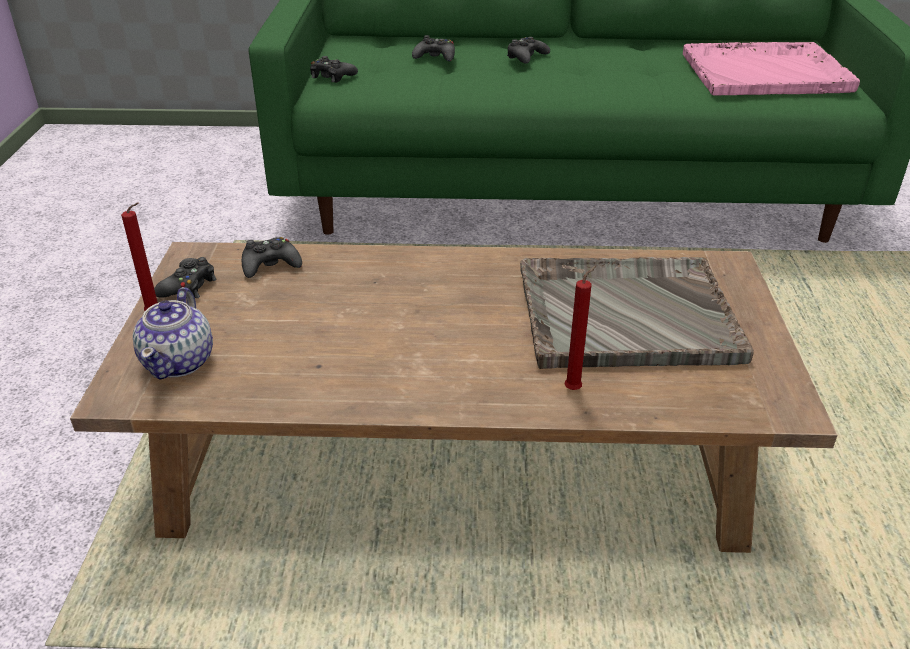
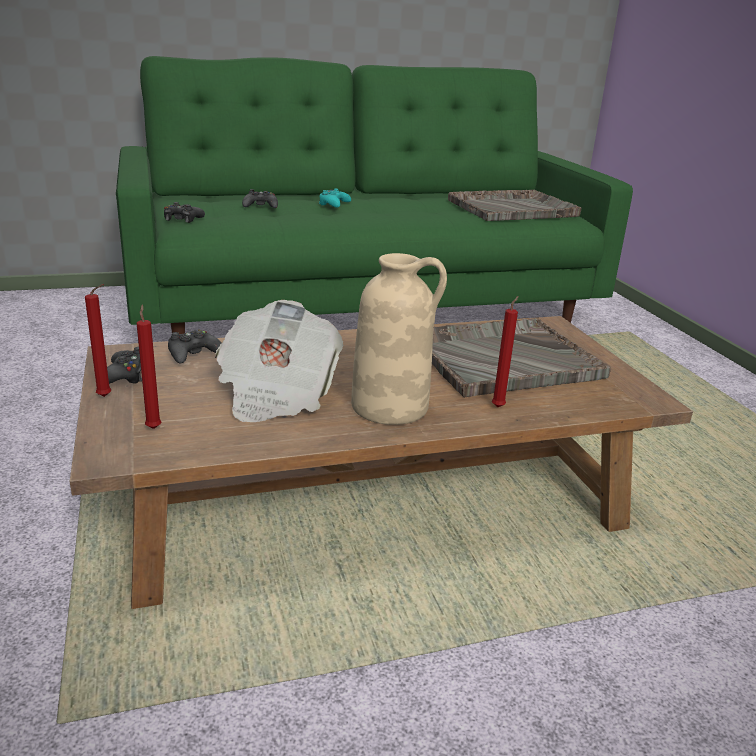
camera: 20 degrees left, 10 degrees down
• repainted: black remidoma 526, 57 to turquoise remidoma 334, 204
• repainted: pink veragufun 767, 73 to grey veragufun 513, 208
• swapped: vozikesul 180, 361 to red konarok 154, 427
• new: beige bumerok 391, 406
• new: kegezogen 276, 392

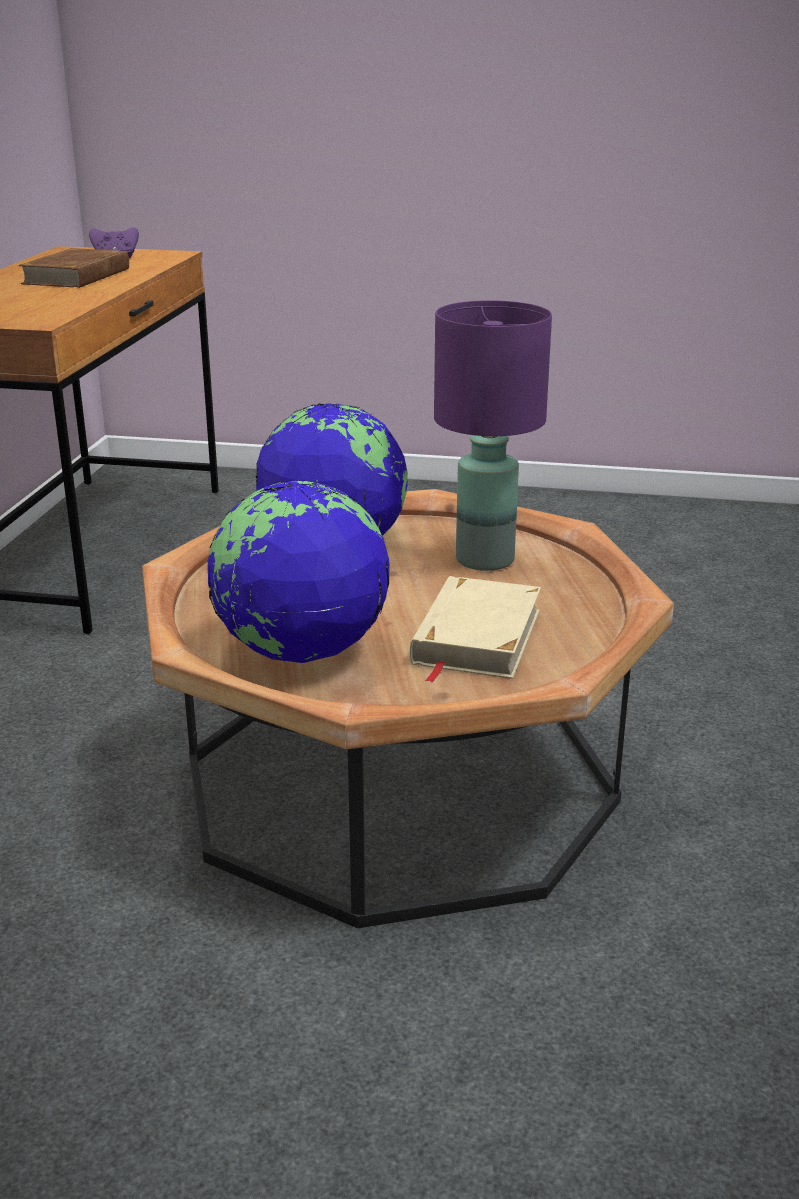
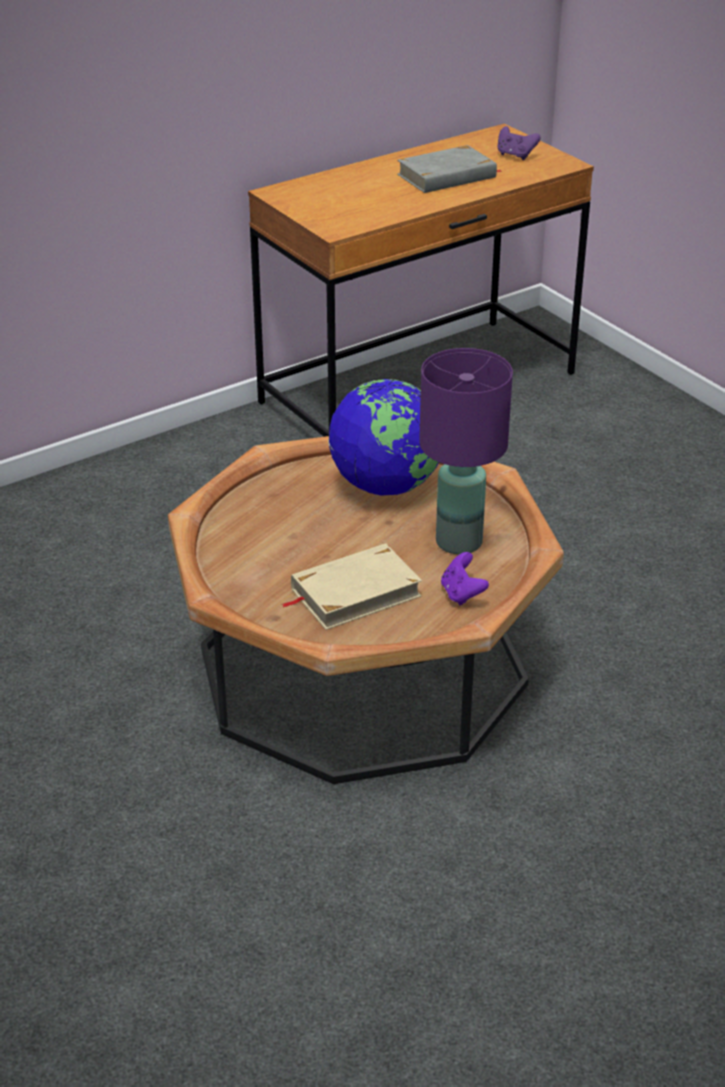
camera: 45 degrees right, 10 degrees up
• repainted: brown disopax 78, 276 to grey disopax 447, 176
• gone: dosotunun 301, 652
• new: purple remidoma 462, 594

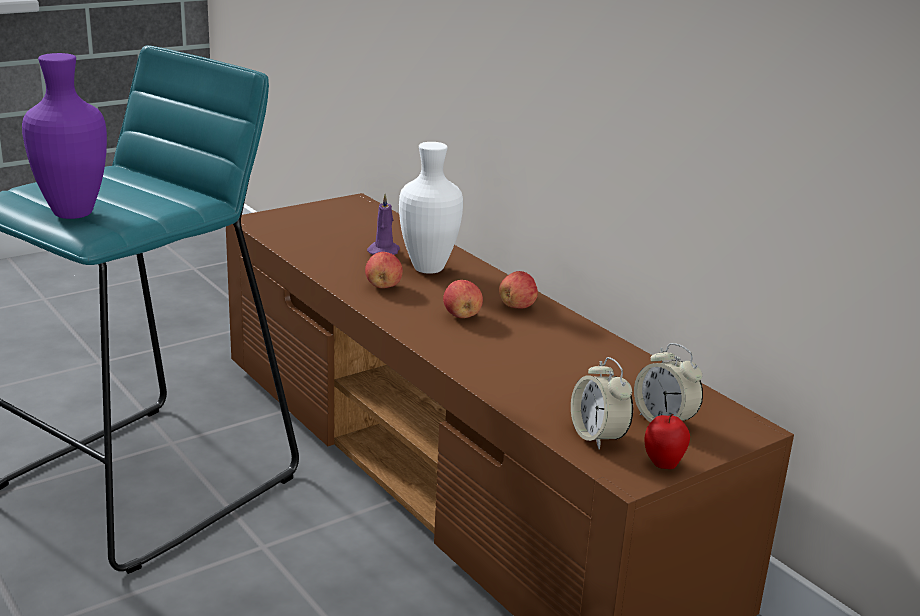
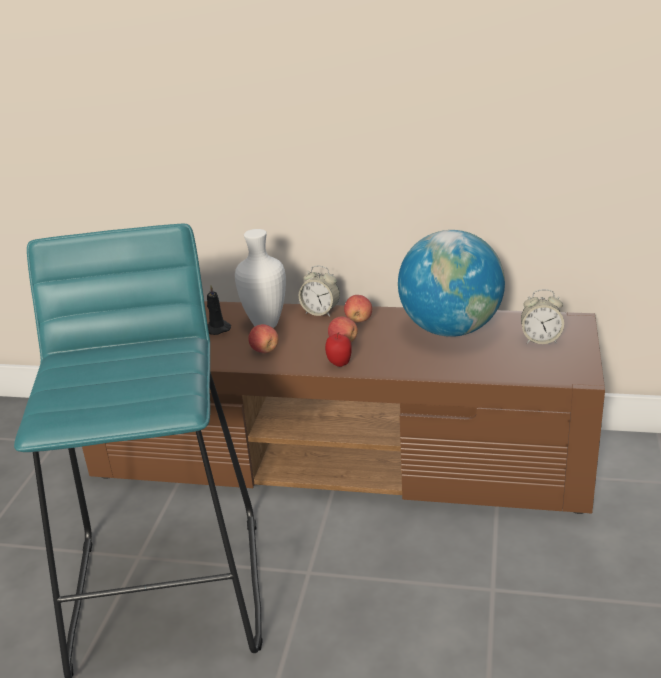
camera: 40 degrees left, 5 degrees up
• gone: purple bumerok 74, 212
• repainted: purple konarok 384, 251 to black konarok 217, 328
• shifted: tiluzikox 598, 436 to 320, 312
• shifted: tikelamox 663, 463 to 339, 363
• new: dosotunun 450, 329

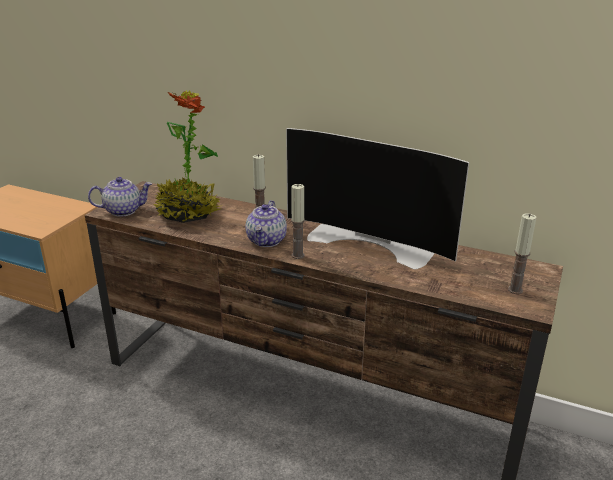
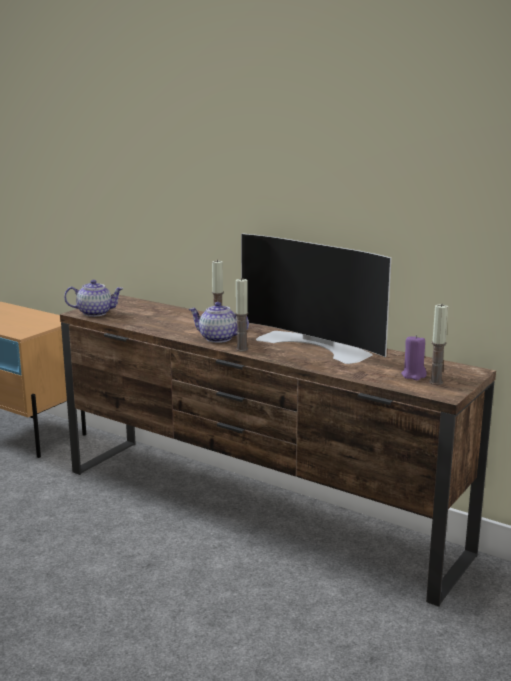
camera: 10 degrees right, 10 degrees down
• gone: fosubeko 188, 214
• rotated: vozikesul 267, 241 = 218, 338 90 degrees clockwise
• new: purple konarok 413, 375

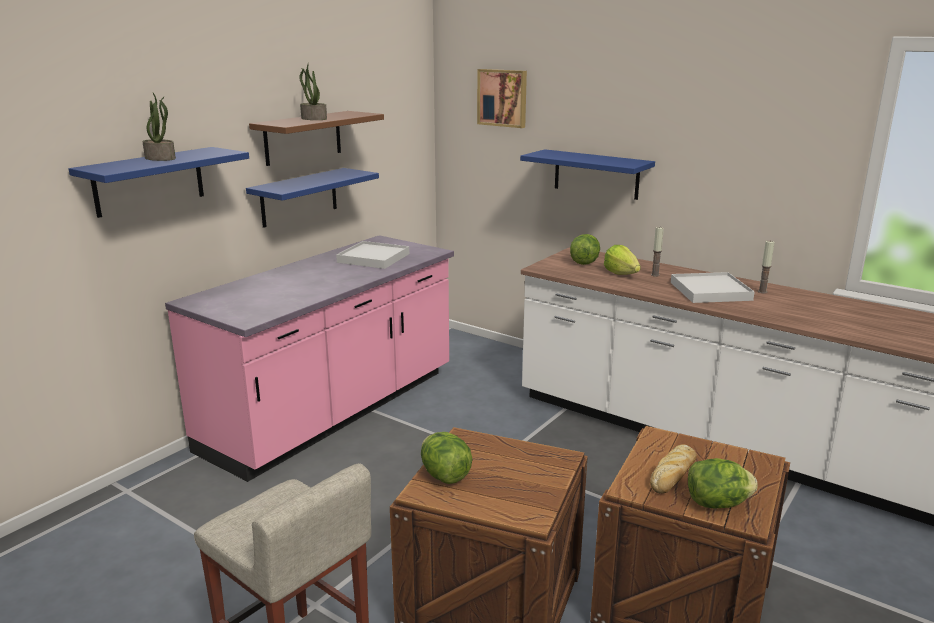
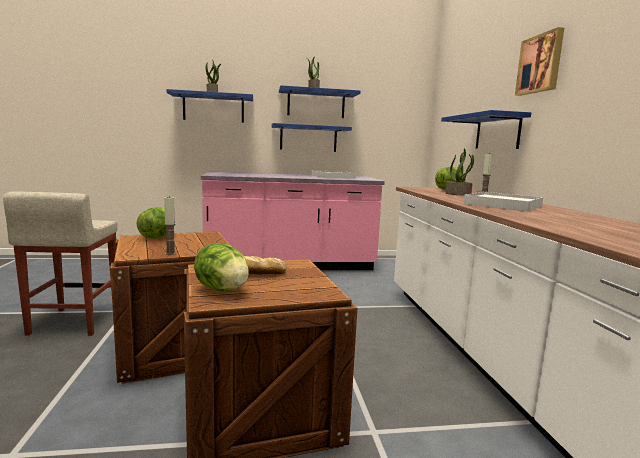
camera: 45 degrees right, 10 degrees down
• shifted: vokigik 503, 98 to 540, 64
• repainted: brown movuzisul 303, 137 to blue movuzisul 316, 104
• shifted: konarok 762, 292 to 170, 253
• swapped: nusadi 621, 273 to fosubeko 458, 194

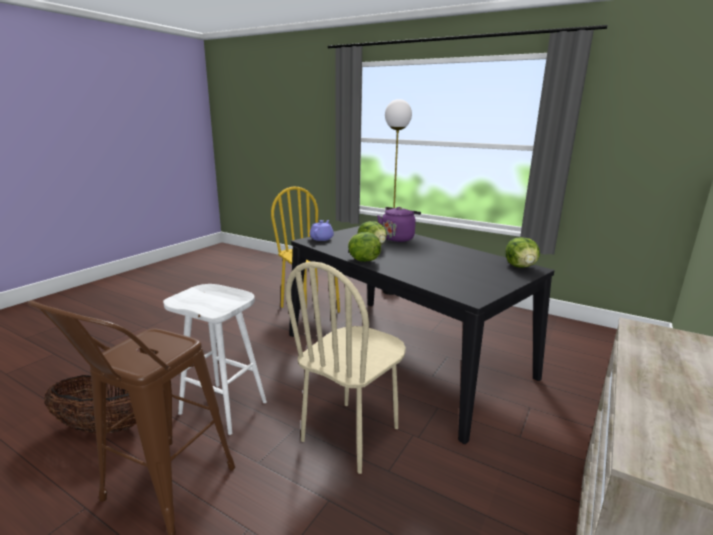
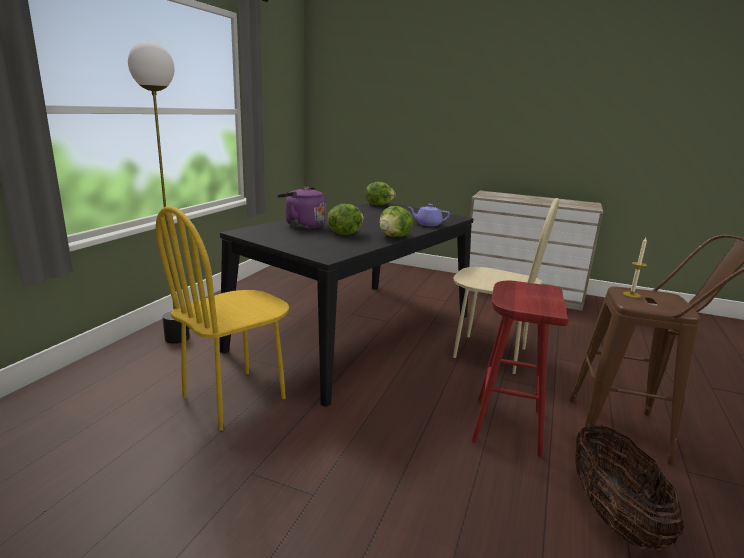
camera: 100 degrees left, 0 degrees up
• shifted: purple vozikesul 322, 238 to 427, 224
• repainted: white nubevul 224, 407 to red nubevul 506, 425
• new: konarok 631, 294

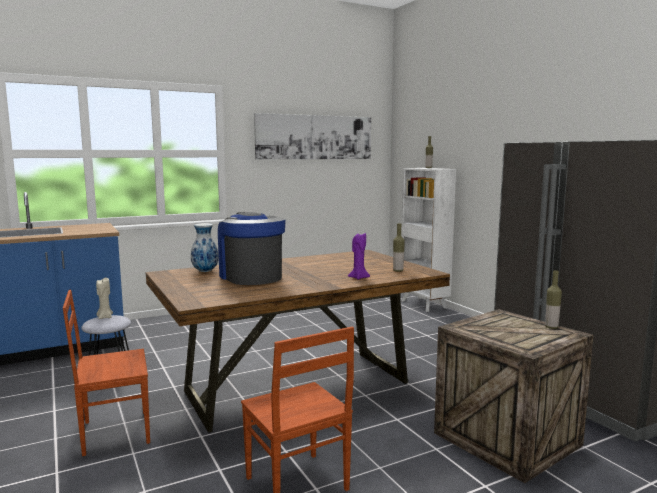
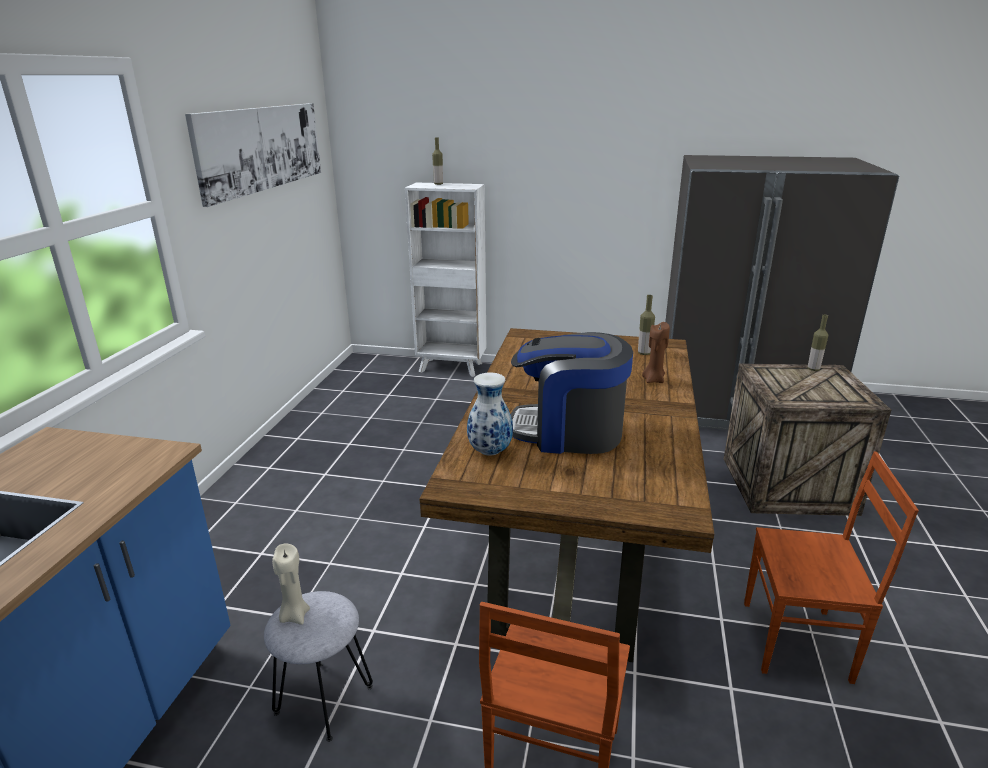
camera: 50 degrees left, 15 degrees up
• repainted: purple konarok 358, 278 to brown konarok 653, 380

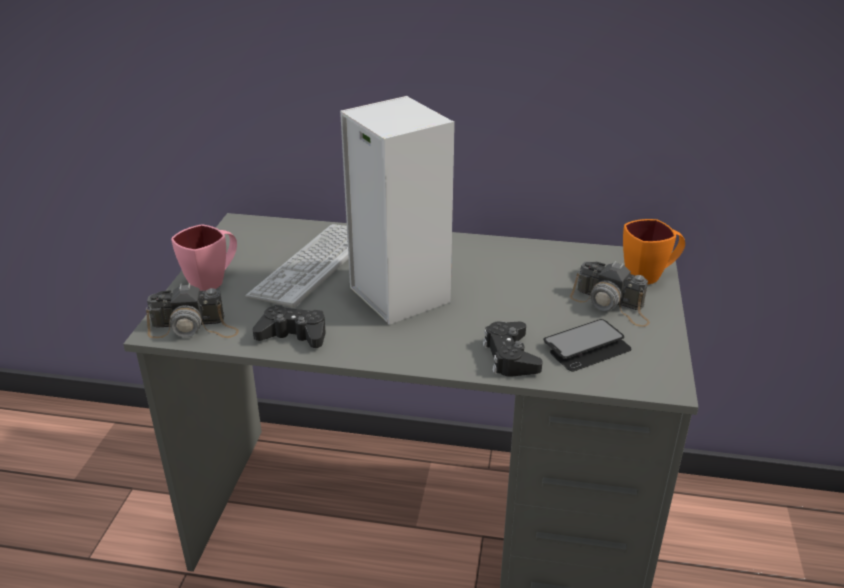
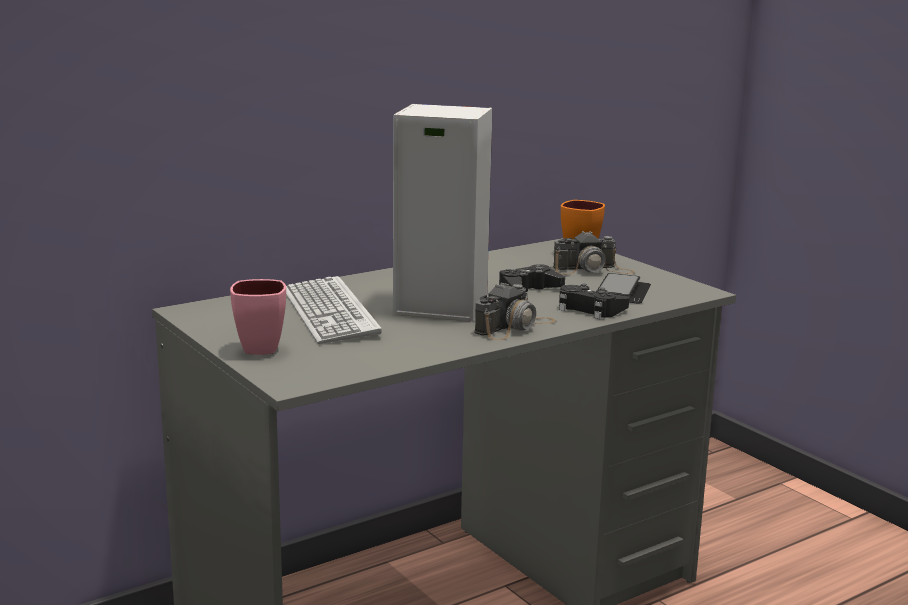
camera: 45 degrees left, 15 degrees down
• shifted: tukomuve 194, 328 to 515, 326
• shifted: black remidoma 293, 335 to 528, 289

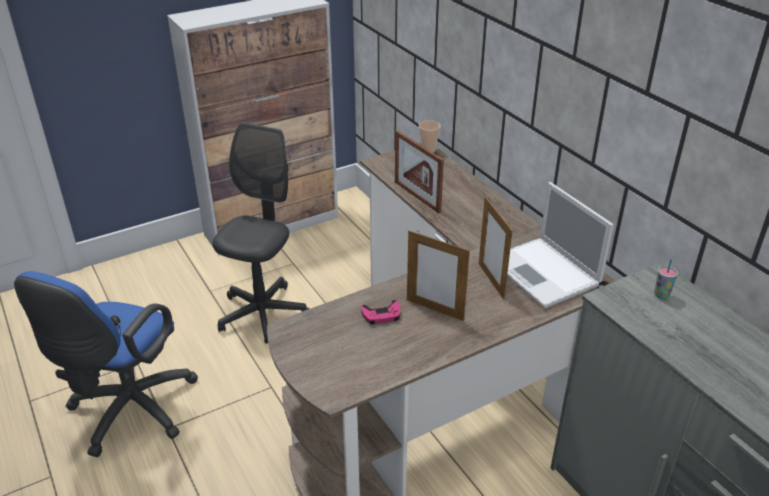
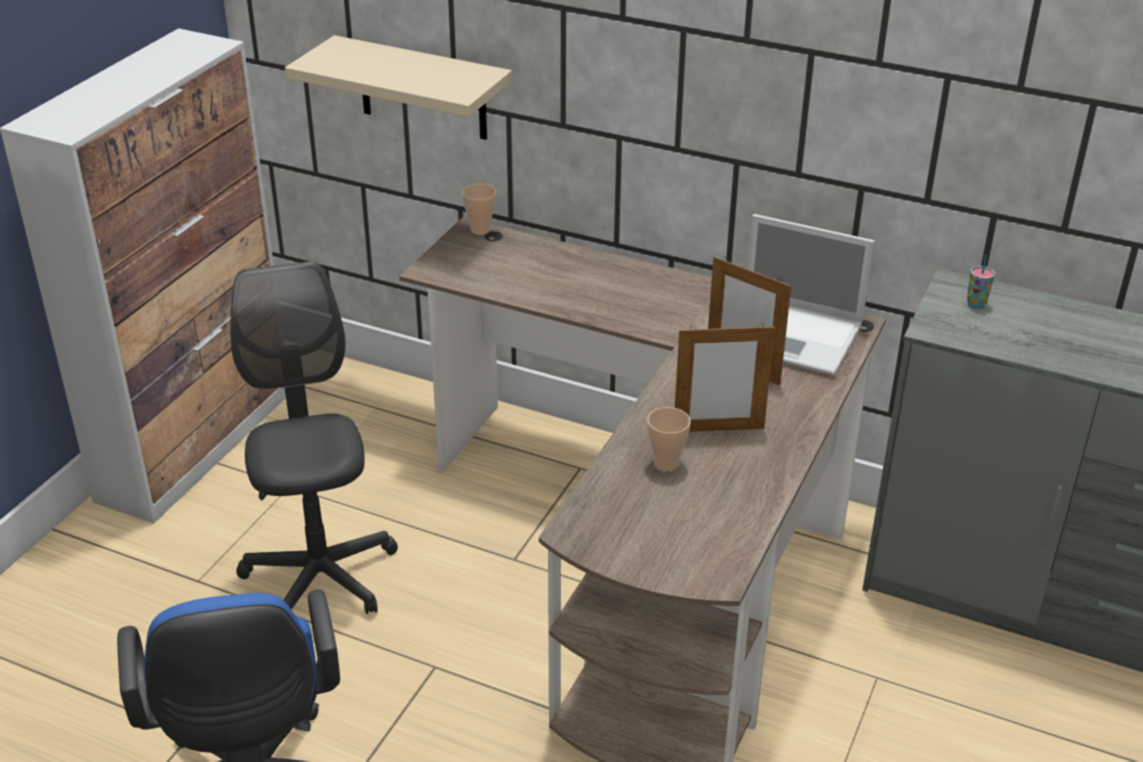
camera: 35 degrees left, 0 degrees up
• gone: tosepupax 417, 197
• swapped: pink remidoma 381, 315 to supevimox 666, 463
• new: beige movuzisul 423, 89

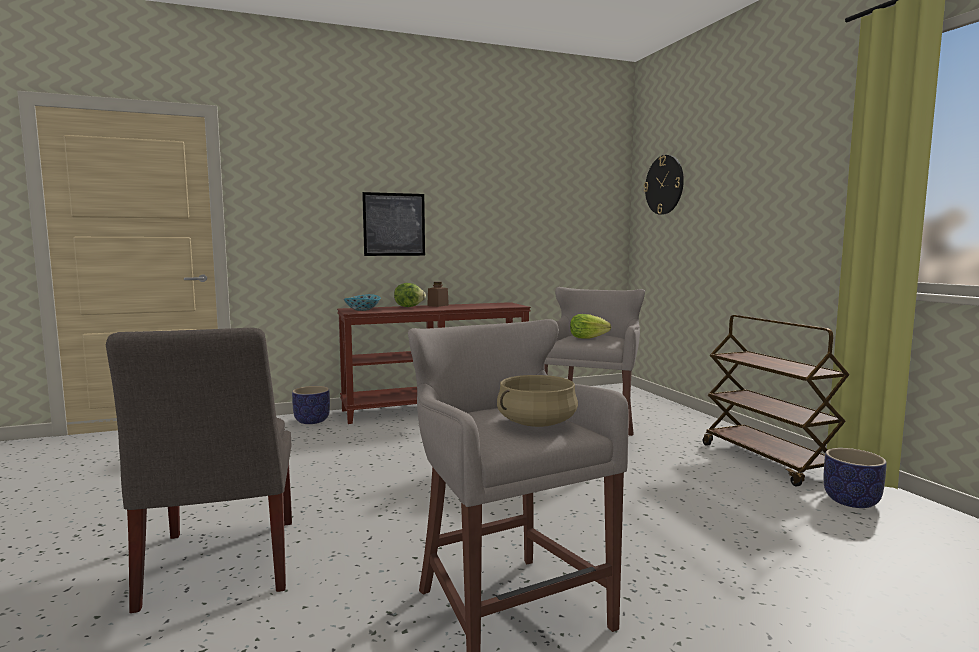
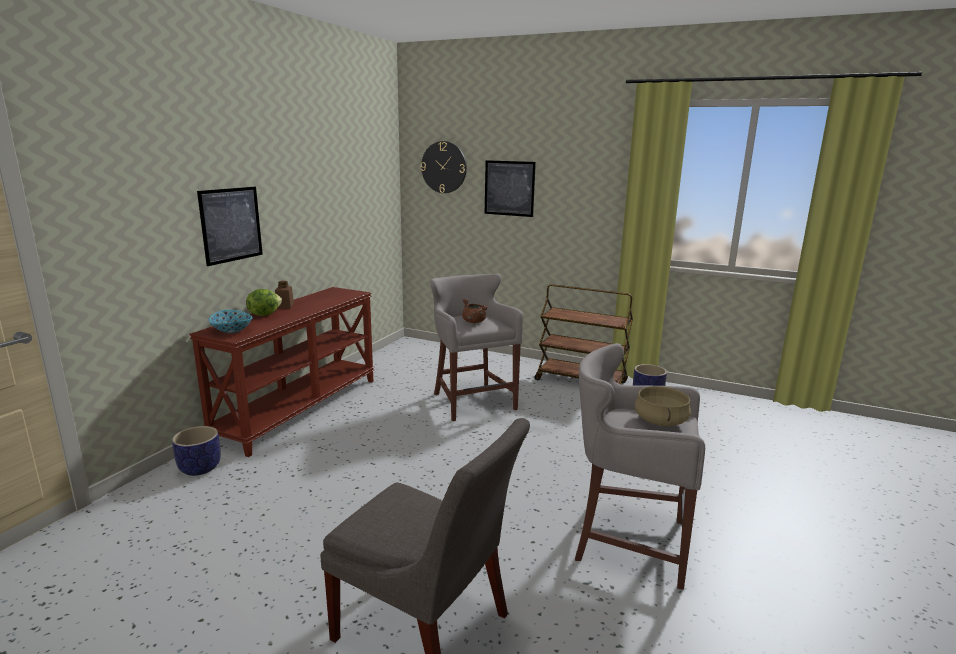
camera: 45 degrees left, 10 degrees up
• swapped: nusadi 587, 338 to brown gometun 473, 322
• new: vokigik 509, 188

